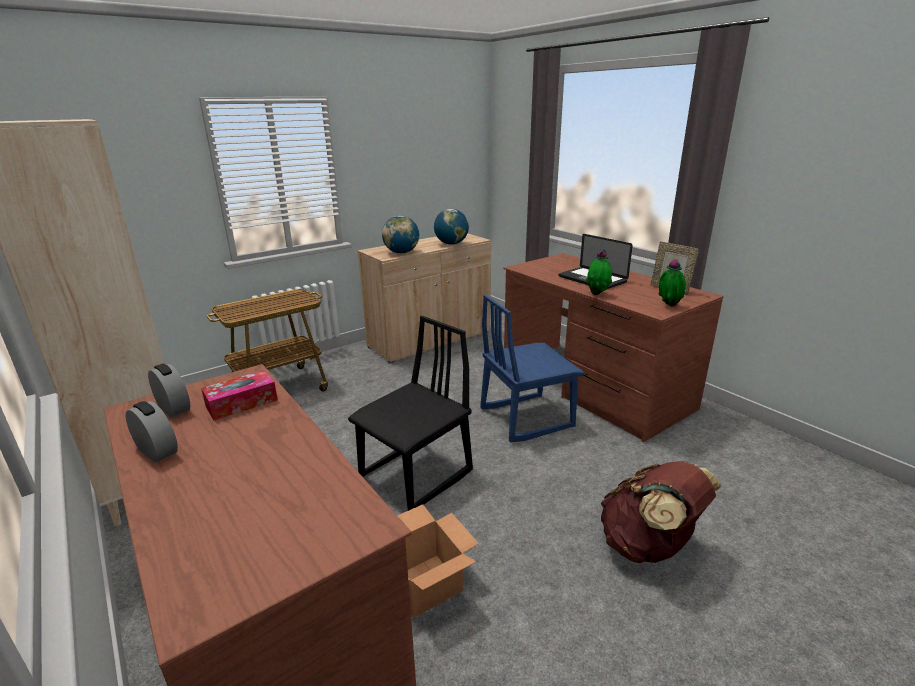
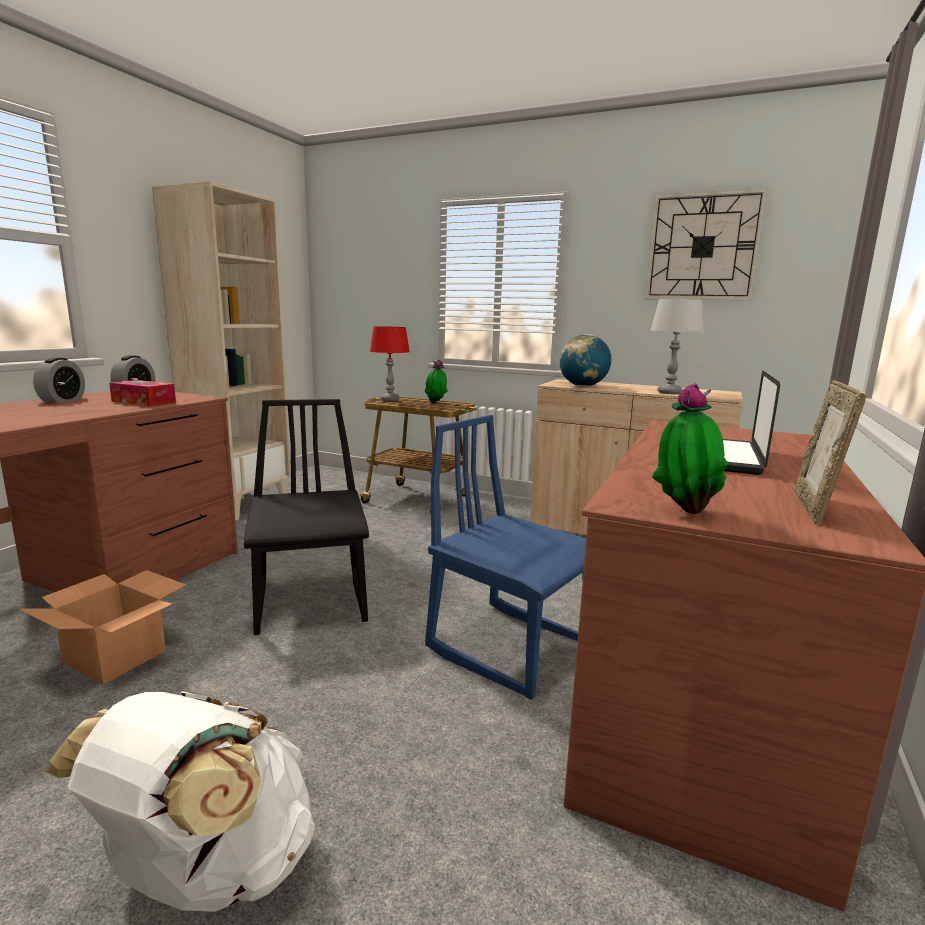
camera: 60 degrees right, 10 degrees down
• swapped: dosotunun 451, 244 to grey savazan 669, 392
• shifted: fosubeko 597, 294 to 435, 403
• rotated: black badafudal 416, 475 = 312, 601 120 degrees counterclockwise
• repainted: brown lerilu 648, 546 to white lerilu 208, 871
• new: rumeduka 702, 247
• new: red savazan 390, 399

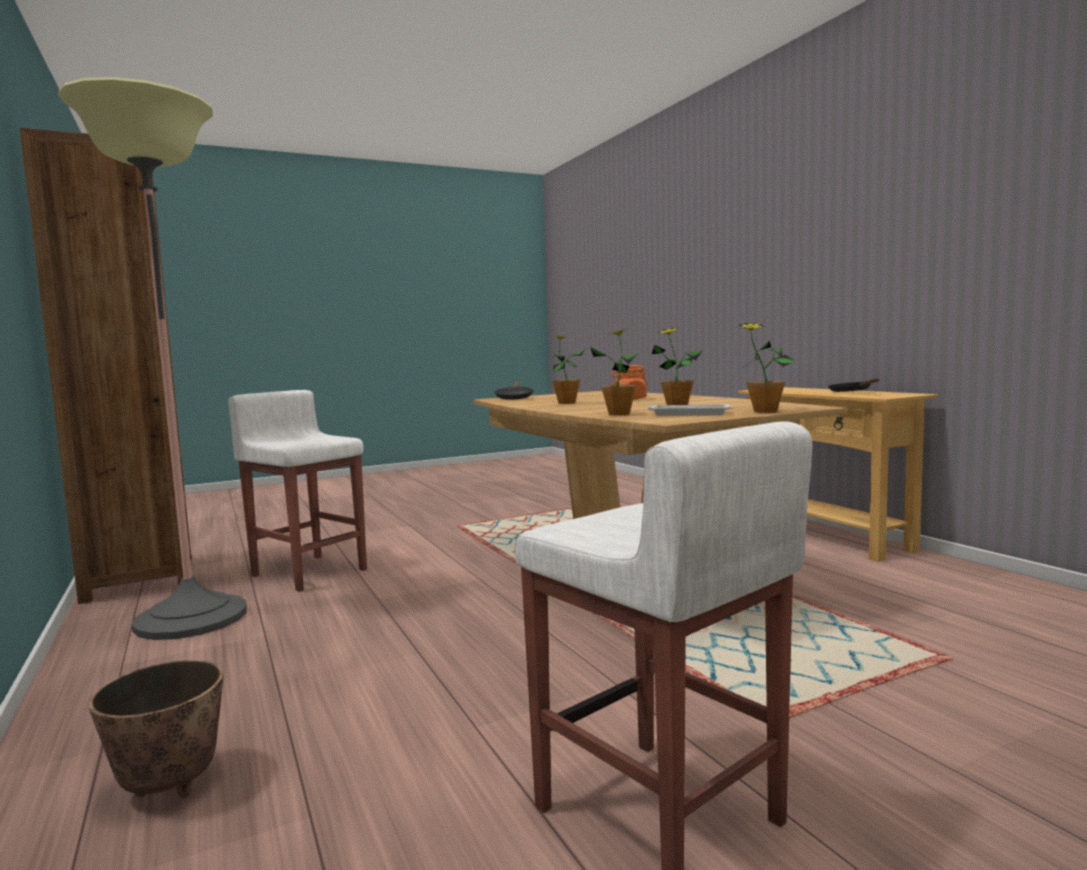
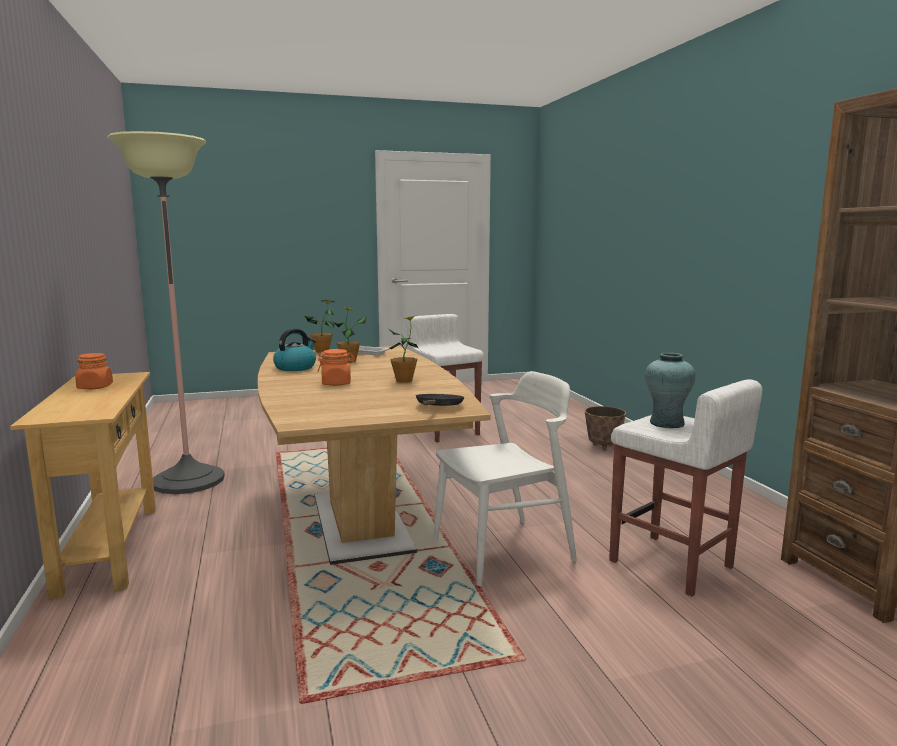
camera: 170 degrees left, 5 degrees up
• shifted: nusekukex 192, 618 to 188, 480
• gone: fosubeko 619, 414
• swapped: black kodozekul 852, 392 to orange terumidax 95, 387
• new: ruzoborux 295, 367
• new: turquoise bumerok 666, 423
• new: white badafudal 503, 551

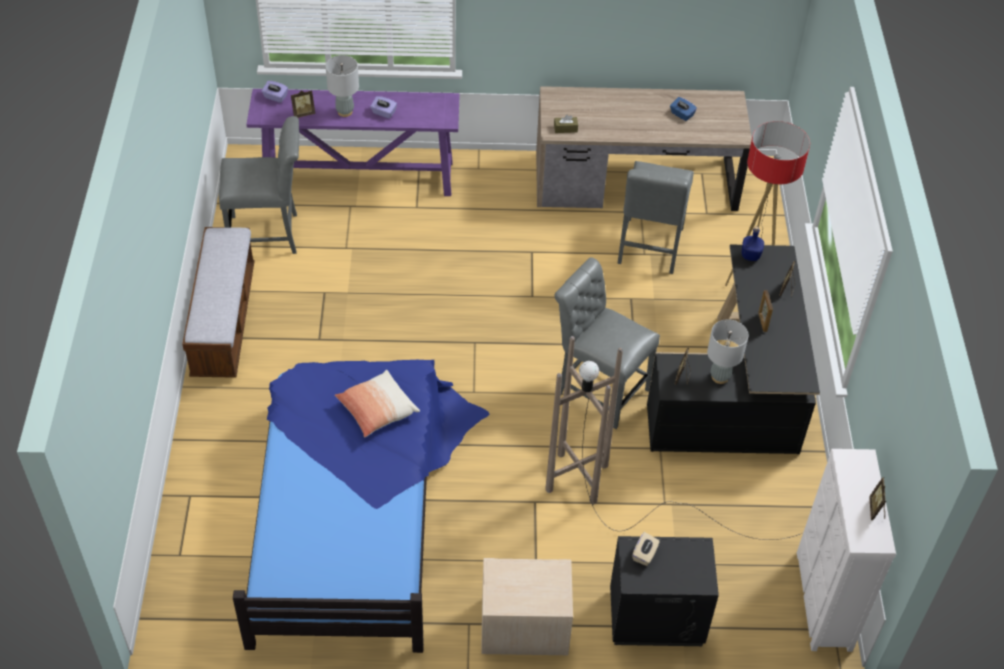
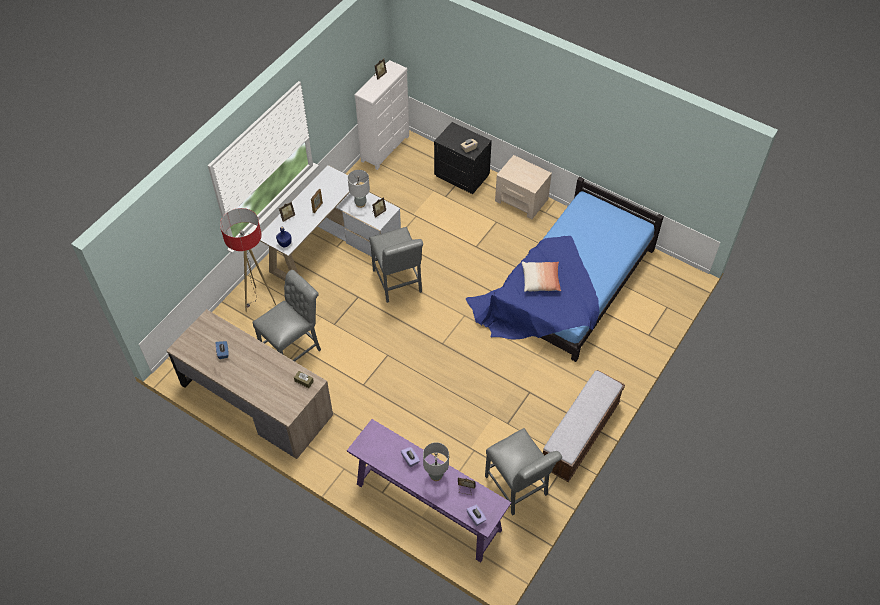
camera: 145 degrees left, 5 degrees up
• rotated: grey badafudal 269, 235 = 518, 488 150 degrees counterclockwise
• repainted: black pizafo 737, 394 to white pizafo 331, 245
• gone: brown nusekukex 629, 499

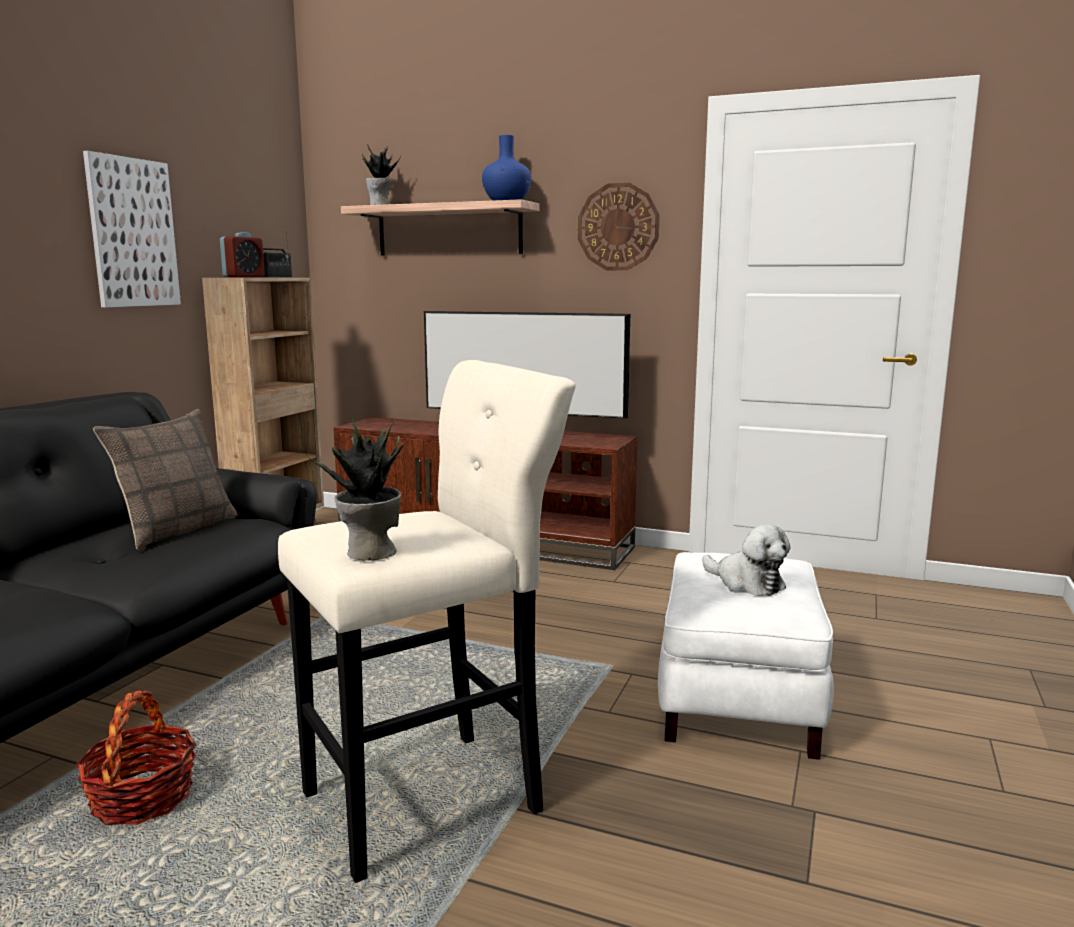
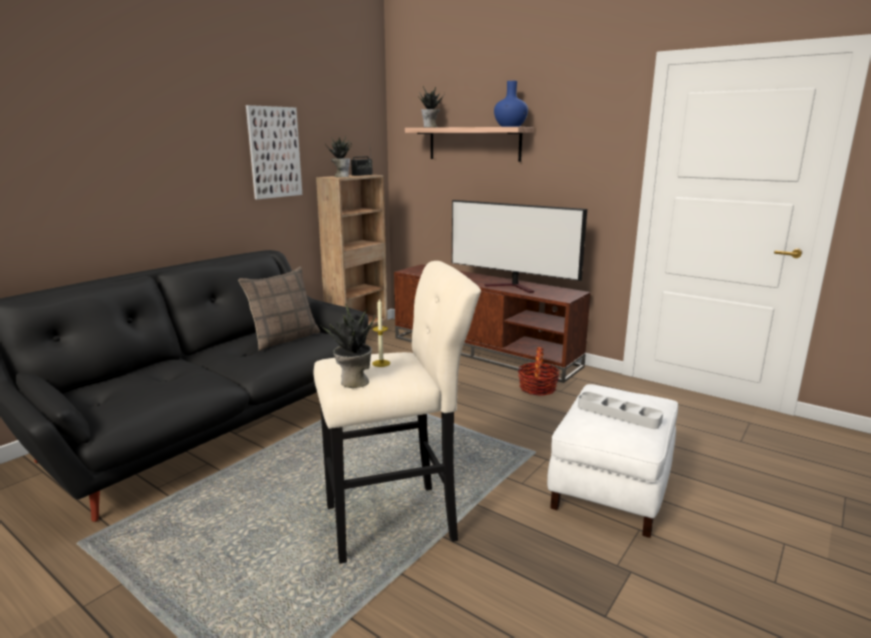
camera: 15 degrees right, 5 degrees up
• gone: rumeduka 618, 227
• swapped: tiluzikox 244, 277 to fosubeko 341, 176
• swapped: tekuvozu 746, 583 to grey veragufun 618, 414
• shifted: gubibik 142, 798 to 537, 388
• new: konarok 381, 363

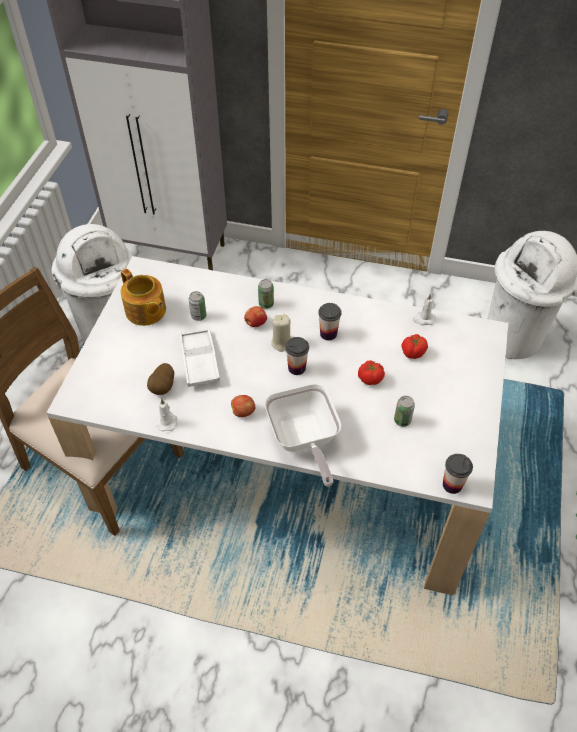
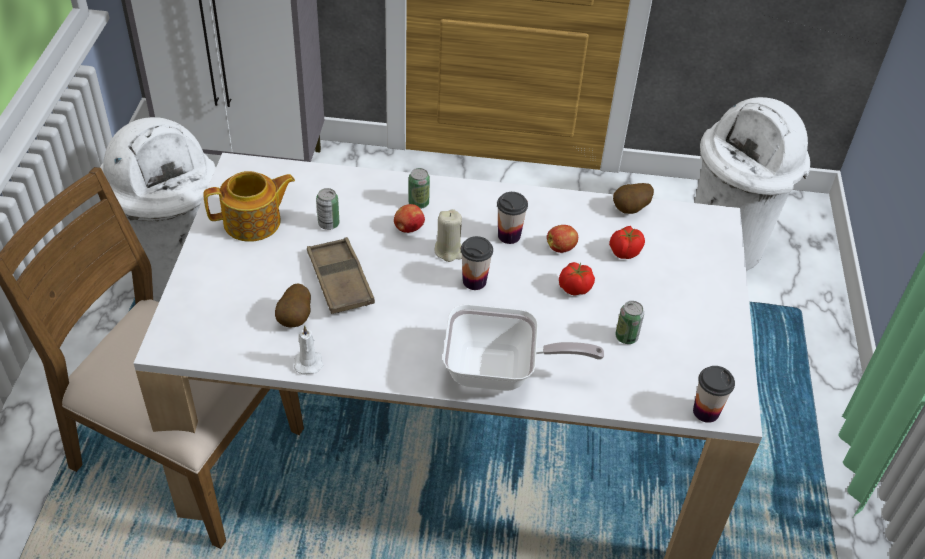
camera: 10 degrees left, 5 degrees down
• rotated: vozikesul 146, 311 = 254, 222 60 degrees counterclockwise
• swapped: white konarok 423, 319 to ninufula 631, 210
• repainted: white veragufun 199, 361 to brown veragufun 340, 281
• rotated: kodozekul 303, 440 = 500, 372 60 degrees counterclockwise
• shifted: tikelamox 243, 412 to 561, 248

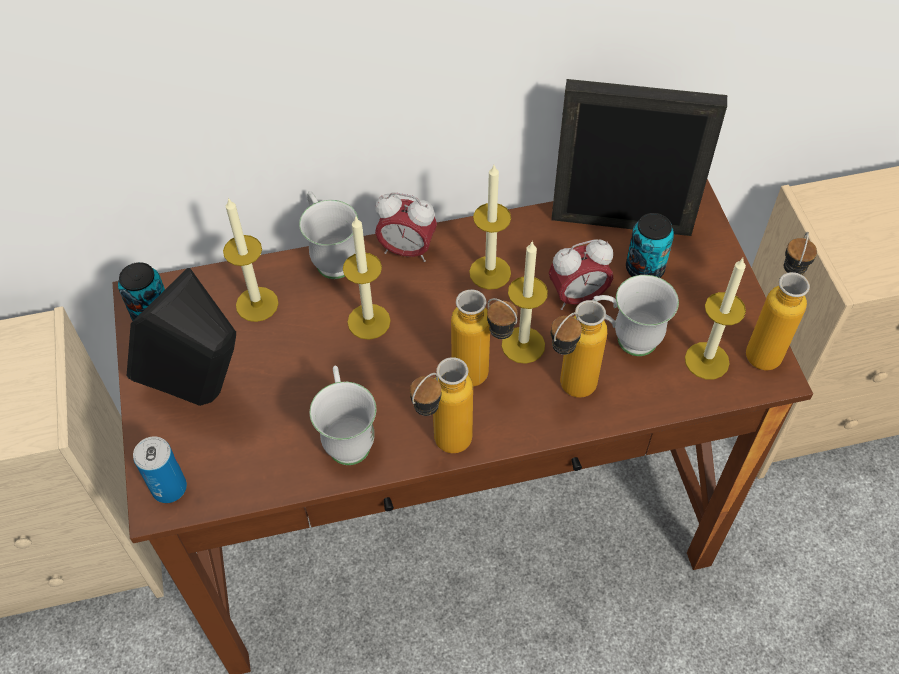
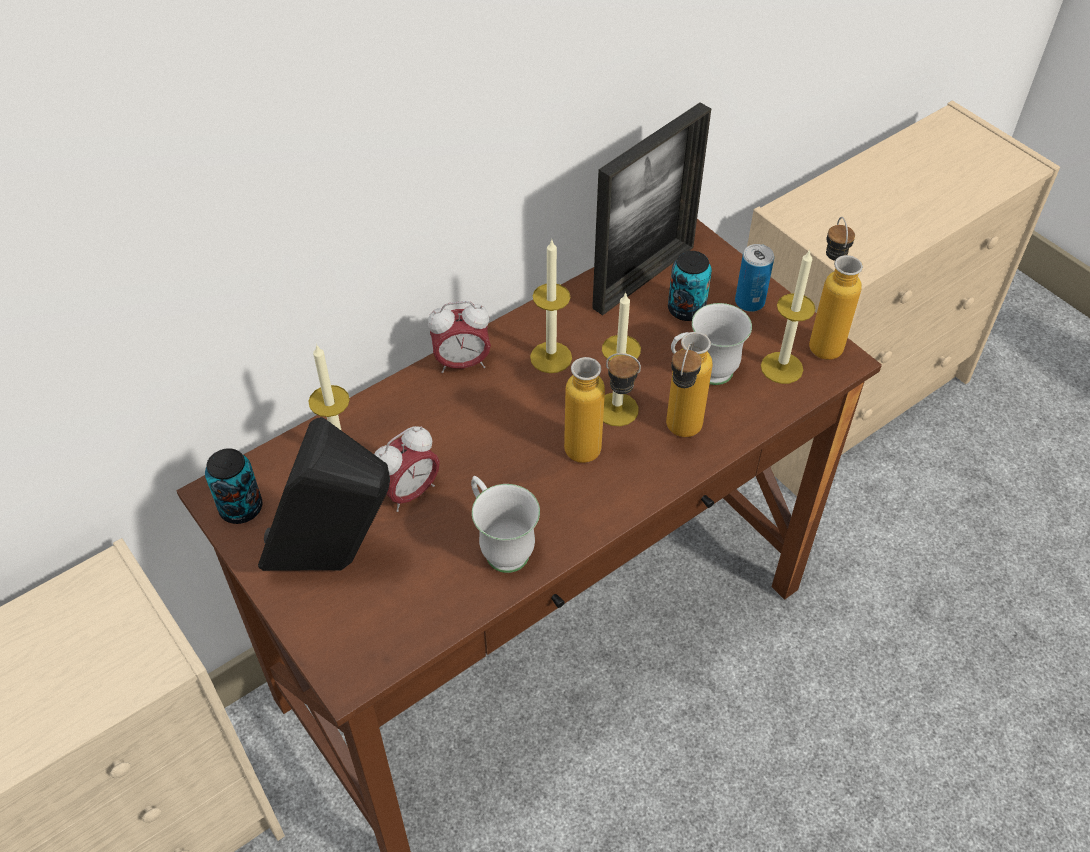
camera: 25 degrees left, 5 degrees down
• rotated: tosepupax 621, 222 = 643, 277 150 degrees clockwise
• gone: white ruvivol 331, 257
• gone: konarok 369, 321
• shifted: tiluzikox 577, 297 to 409, 493
• gone: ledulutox 442, 449
• shifted: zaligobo 169, 488 to 749, 302

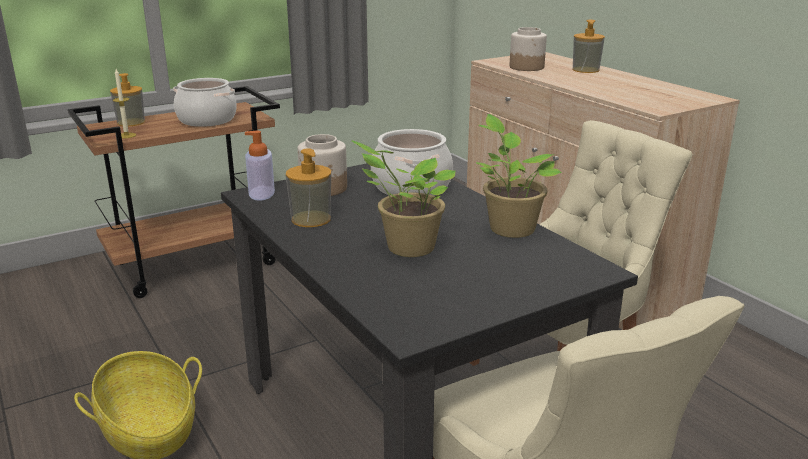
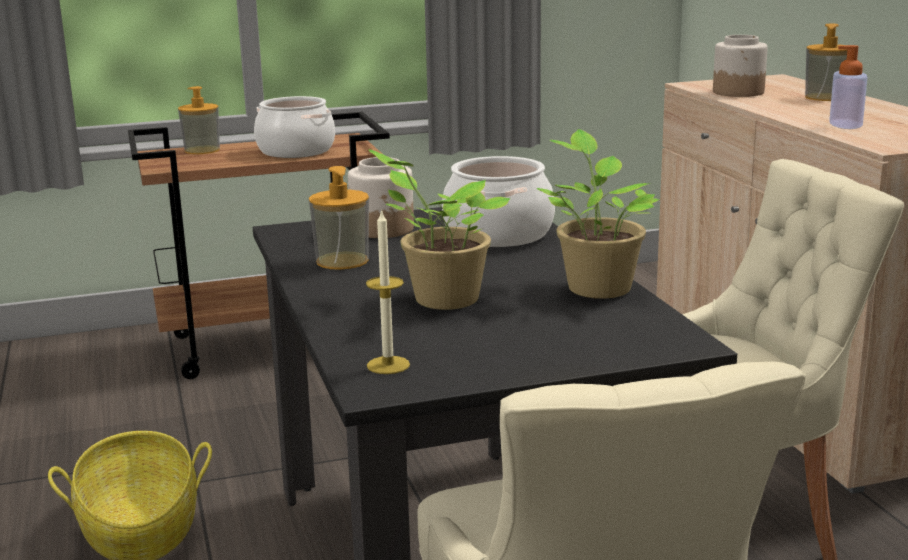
camera: 15 degrees right, 5 degrees down
• shifted: konarok 126, 135 to 388, 365
• shifted: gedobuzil 261, 193 to 845, 124

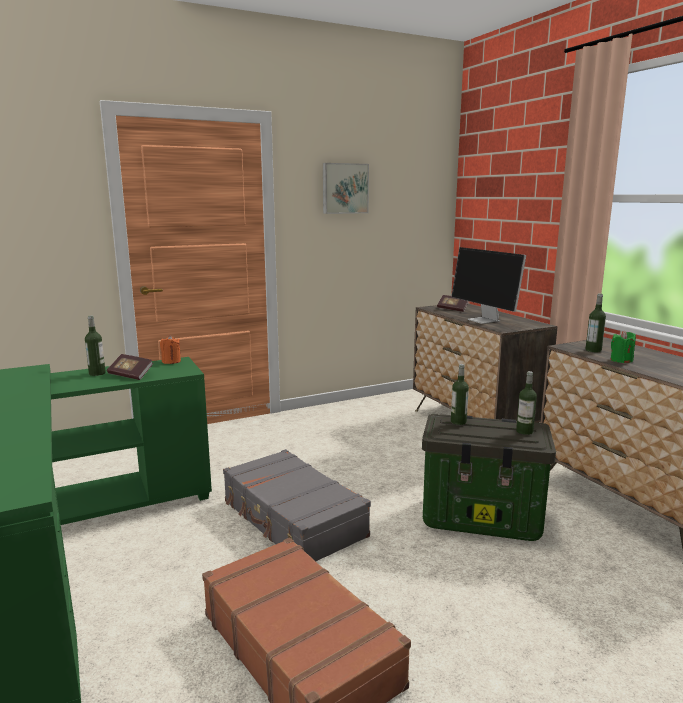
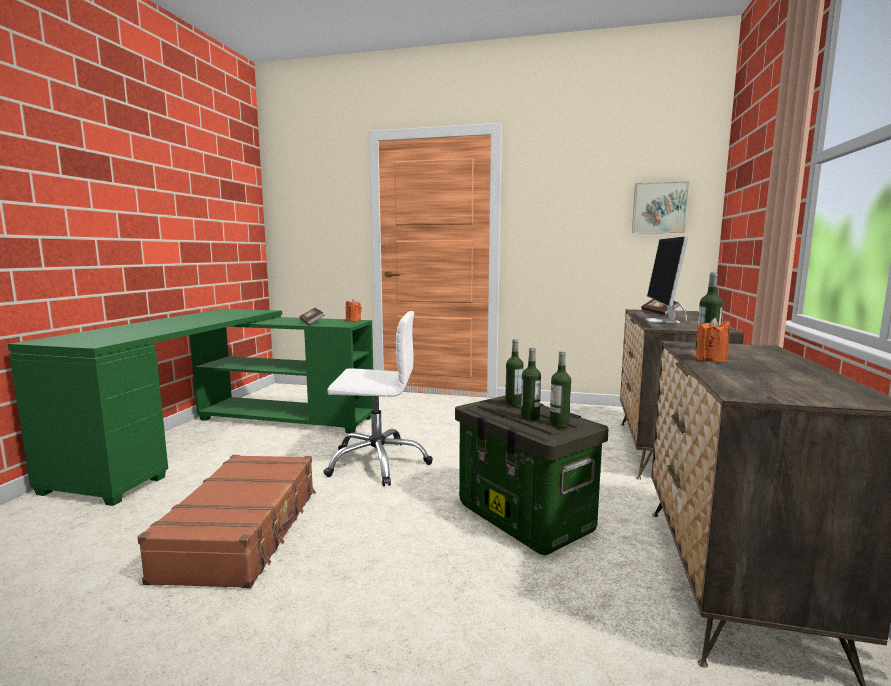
camera: 40 degrees right, 5 degrees down
• shifted: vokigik 344, 188 to 659, 208
• shifted: ledulutox 97, 373 to 530, 417
• repainted: green konarok 621, 360 to orange konarok 711, 359
• swapped: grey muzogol 292, 519 to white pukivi 378, 462

